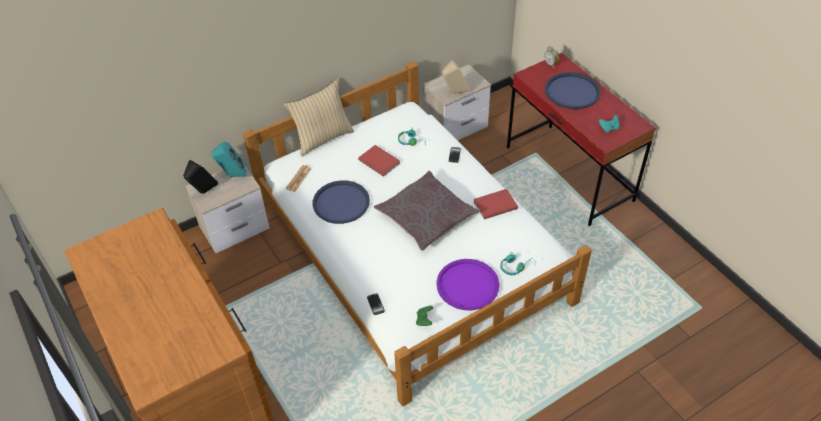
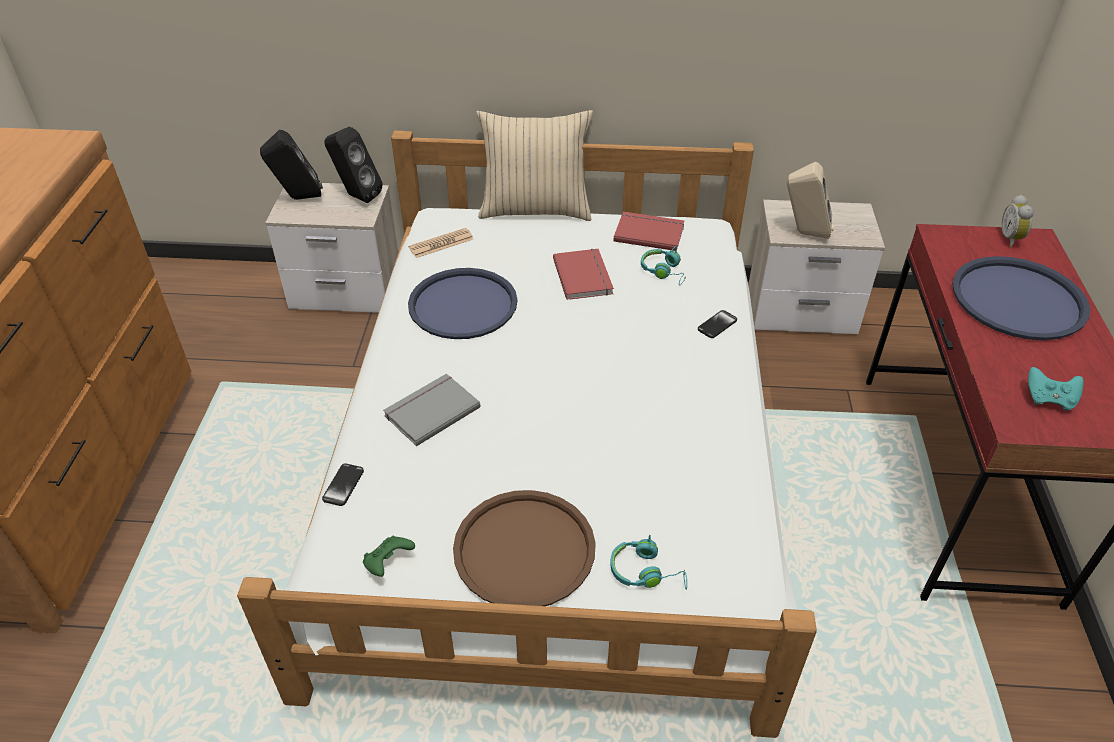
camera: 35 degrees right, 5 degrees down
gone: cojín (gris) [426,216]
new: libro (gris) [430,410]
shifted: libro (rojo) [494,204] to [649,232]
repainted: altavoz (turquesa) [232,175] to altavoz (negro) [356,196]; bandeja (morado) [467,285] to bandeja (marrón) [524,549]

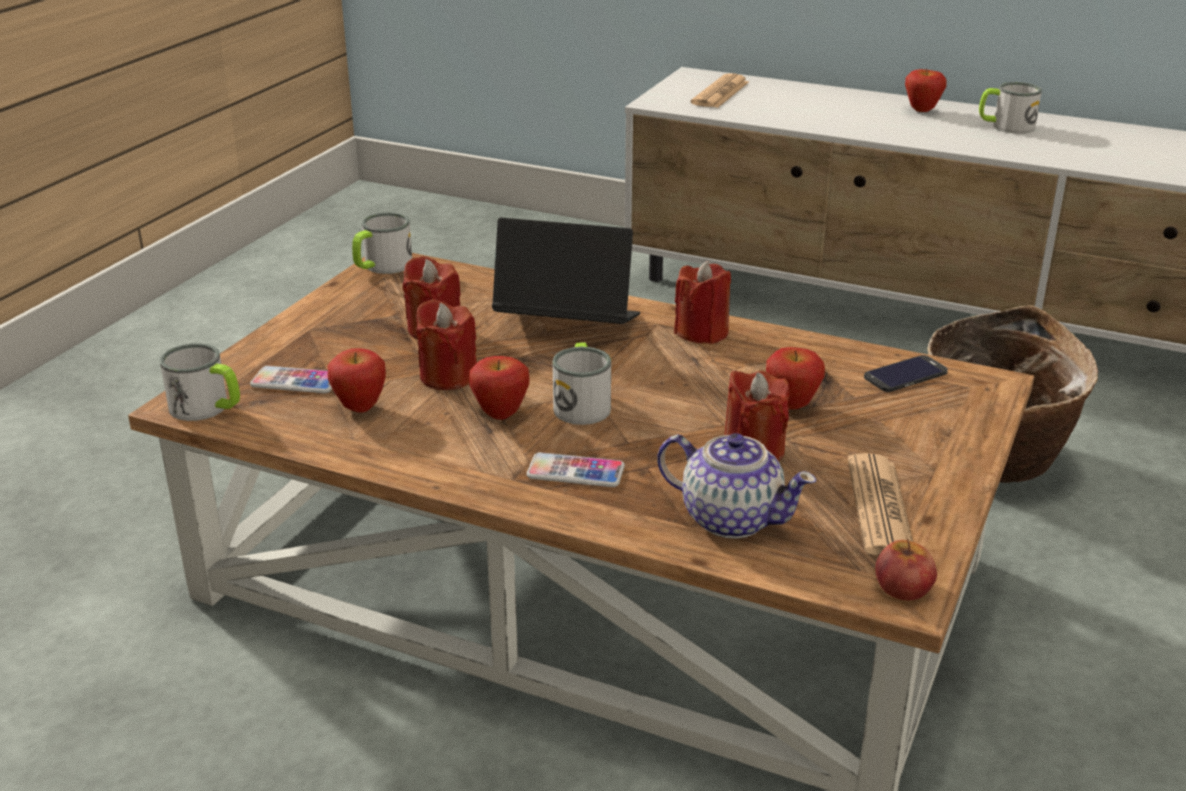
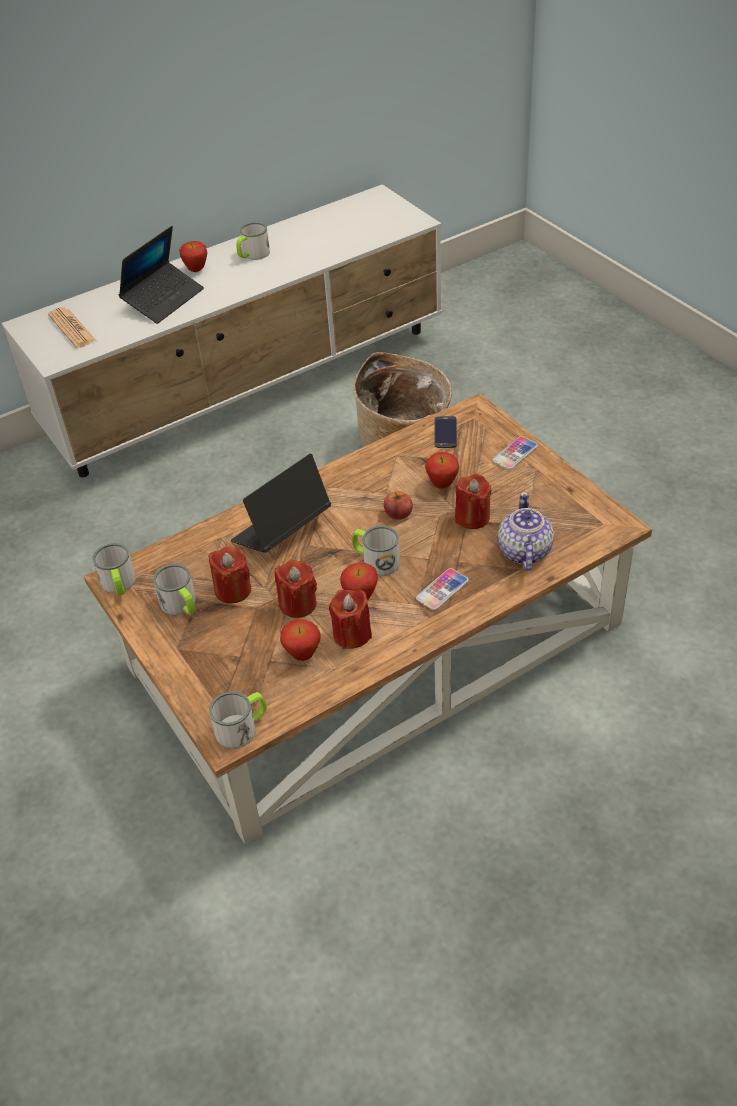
camera: 55 degrees left, 15 degrees up
gone: periódico [879,507]
new: portátil [163,299]; taza grande [181,605]
shifted: móvil [295,382] to [515,454]; vela (rojo) [702,332] to [352,634]; manzana [903,587] to [398,513]
rotated: tetera [730,518] = [524,552] 60 degrees counterclockwise

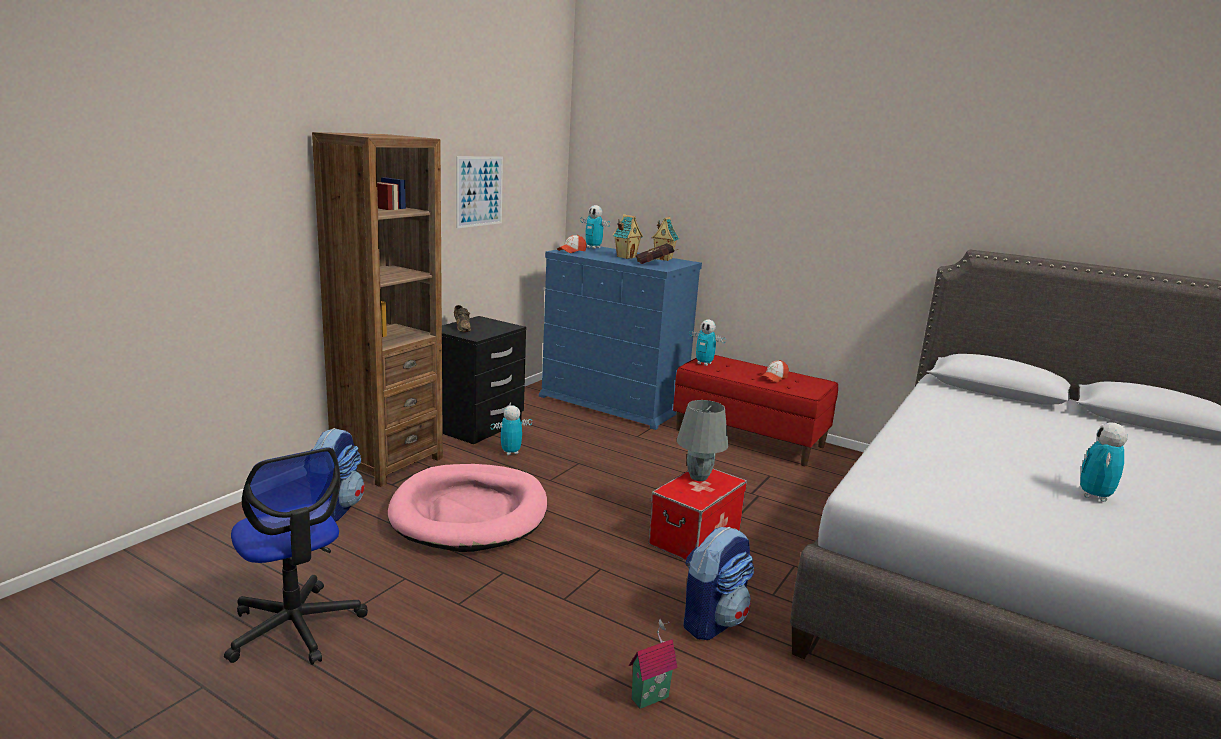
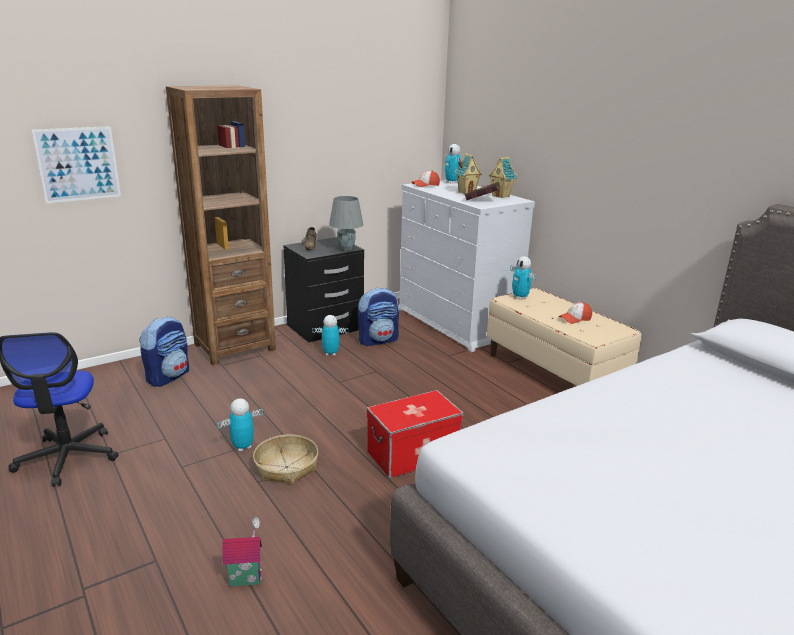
camera: 25 degrees right, 5 degrees up
gone: cama para perro (rosa) [470,512]
new: cesta [286,467]
shifted: cuadro [479,191] to [78,164]; lámpara de mesa (gris) [699,477] to [346,249]; mochila [712,620] to [378,340]; robot de juguete [1094,496] to [242,447]
repainted: cómoda (azul) [614,402] to cómoda (blanco) [457,322]; banco (rojo) [749,438] to banco (beis) [554,373]

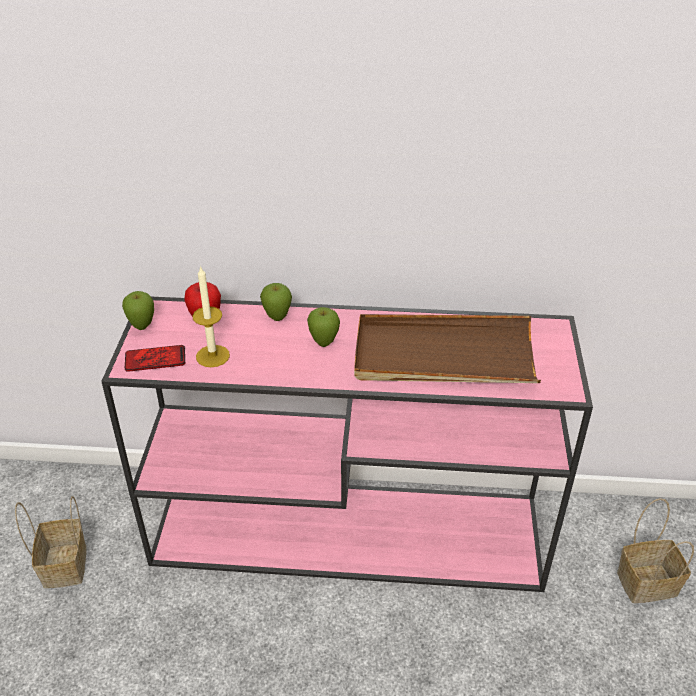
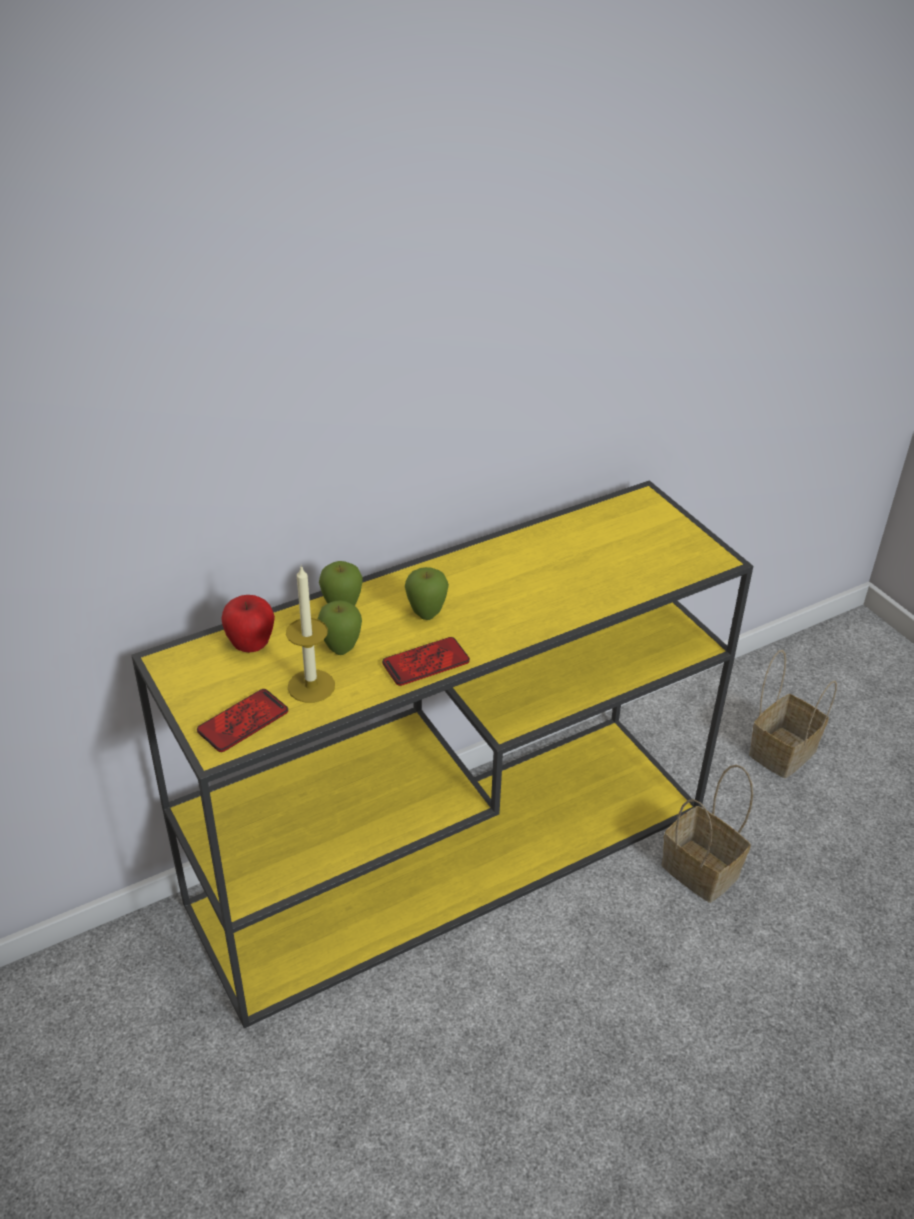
camera: 35 degrees left, 0 degrees up
gone: bandeja (marrón) [444,355]
new: móvil [426,662]
shifted: cesta [66,567] to [703,871]; manzana [142,327] to [341,650]
repainted: mesa consola (rosa) [352,530] to mesa consola (amarillo) [456,853]

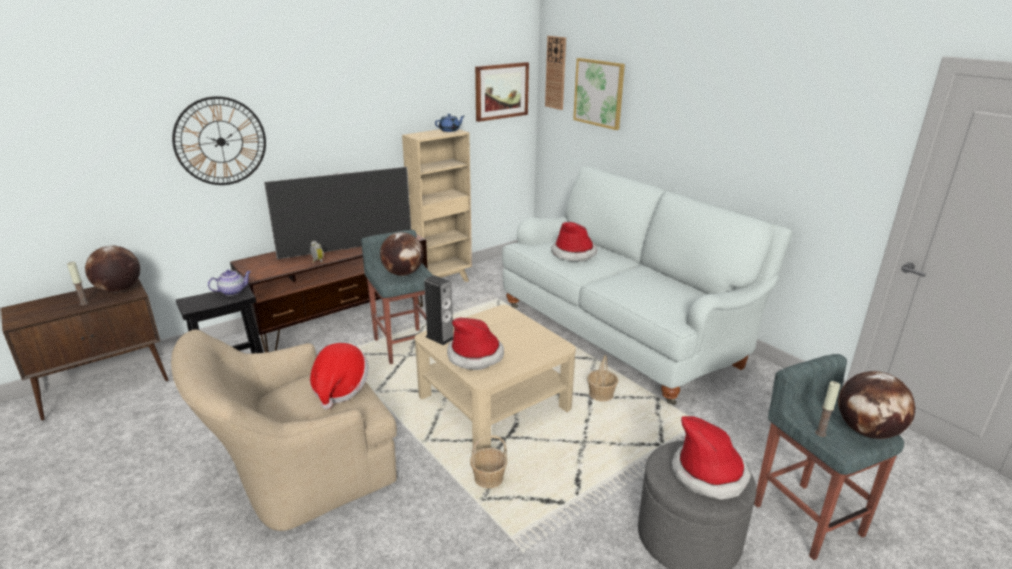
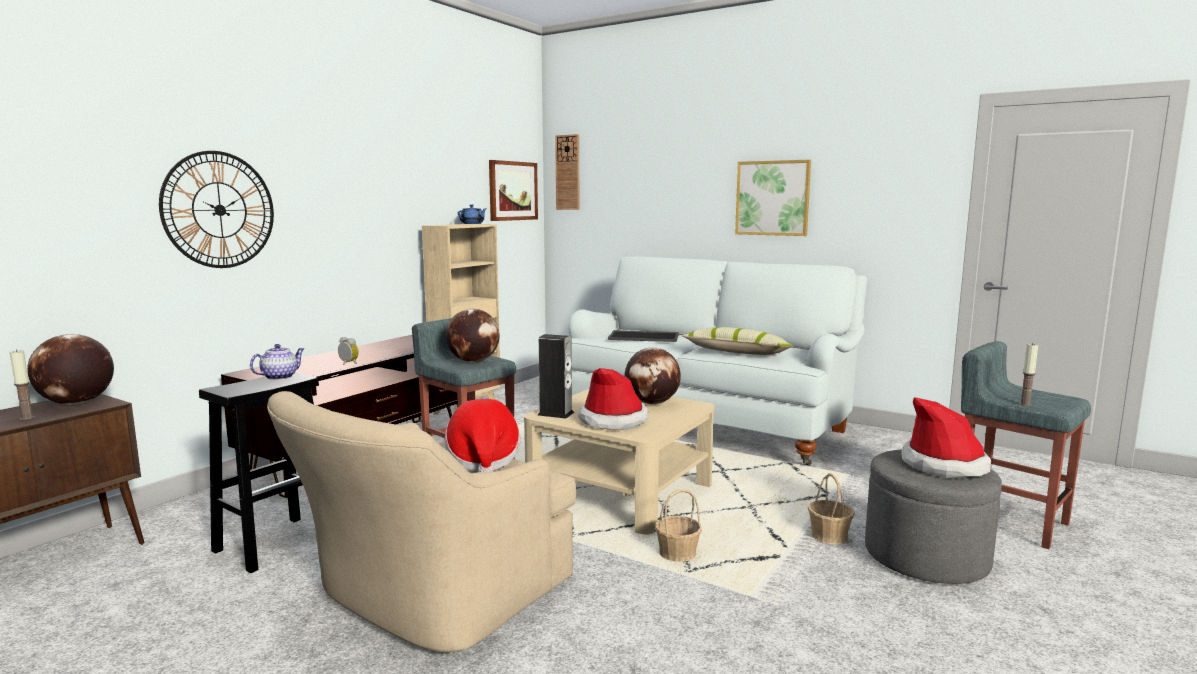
camera: 20 degrees left, 15 degrees down
gone: televisor [346,248]
new: cojín [736,353]
shifted: cuadro [599,93] to [772,198]; cesta [601,395] to [829,536]; globo terráqueo [867,431] to [652,403]
swapped: sombrero [573,253] to bandeja [644,336]

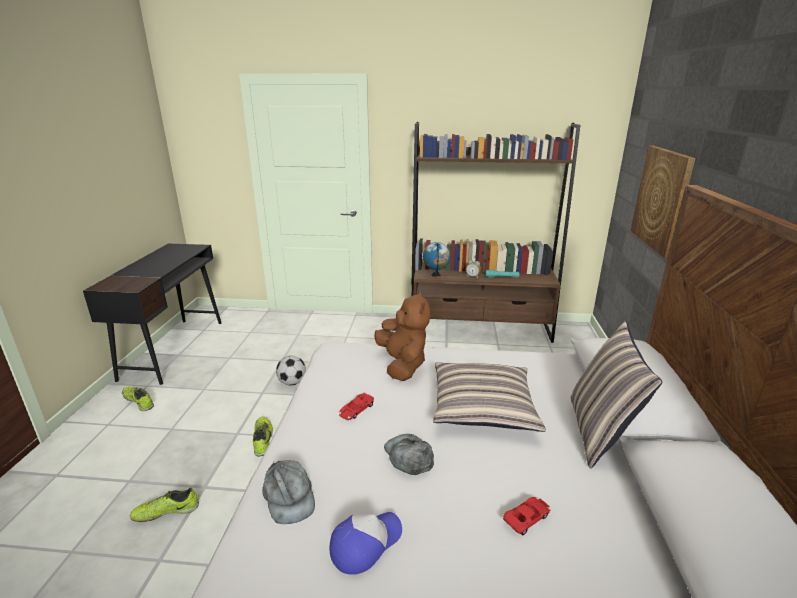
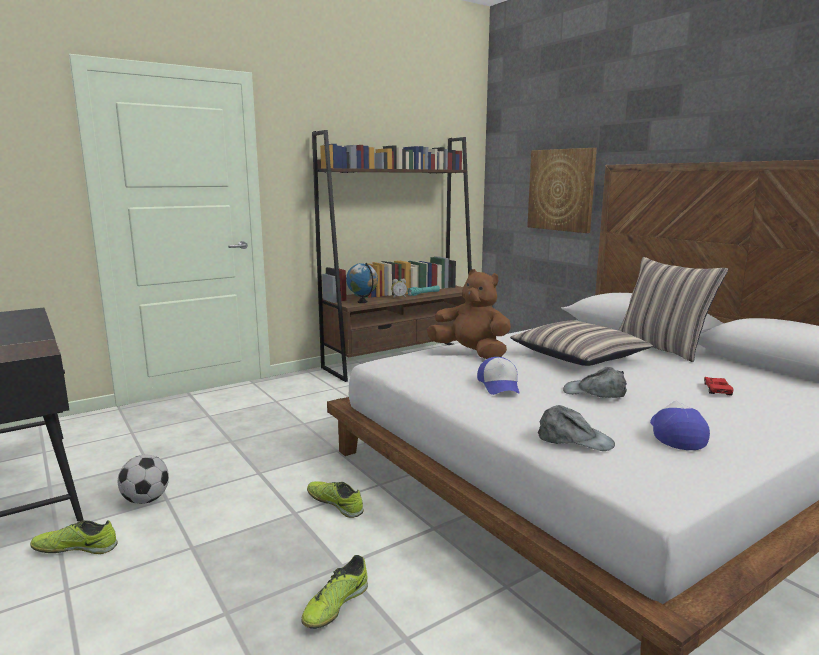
camera: 40 degrees left, 10 degrees down
shifted: balón de fútbol [292,382] to [146,500]
swapped: coche de juguete (rojo) [356,410] to gorra [499,385]

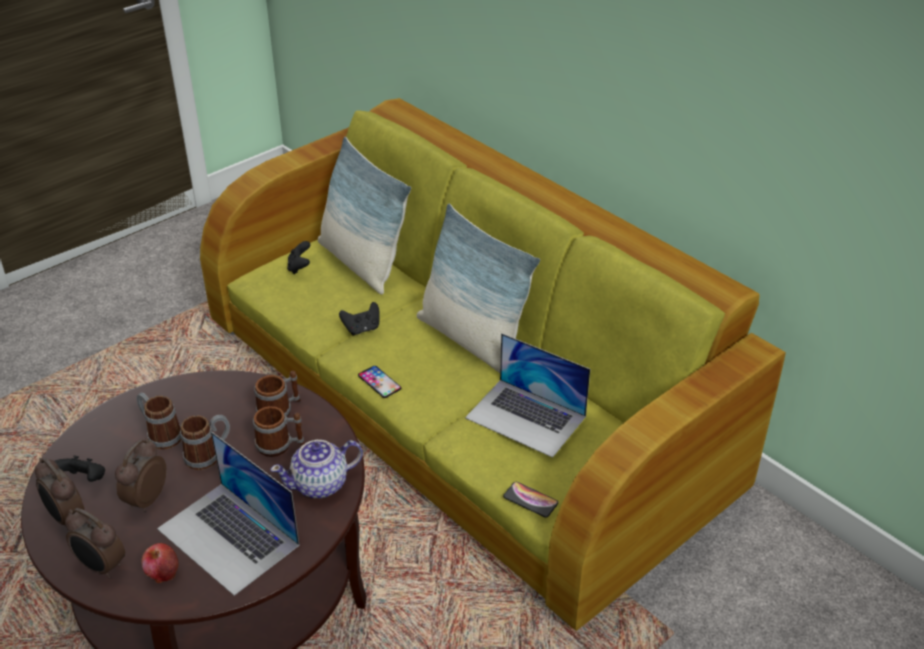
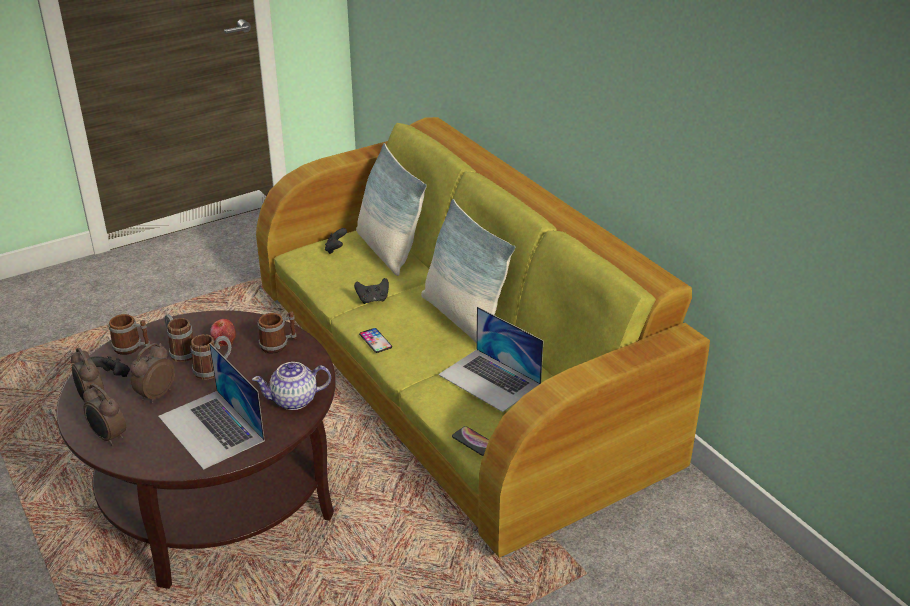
camera: 10 degrees right, 5 degrees down
shifted: manzana [162,572] to [224,341]; taza grande [280,446] to [132,348]

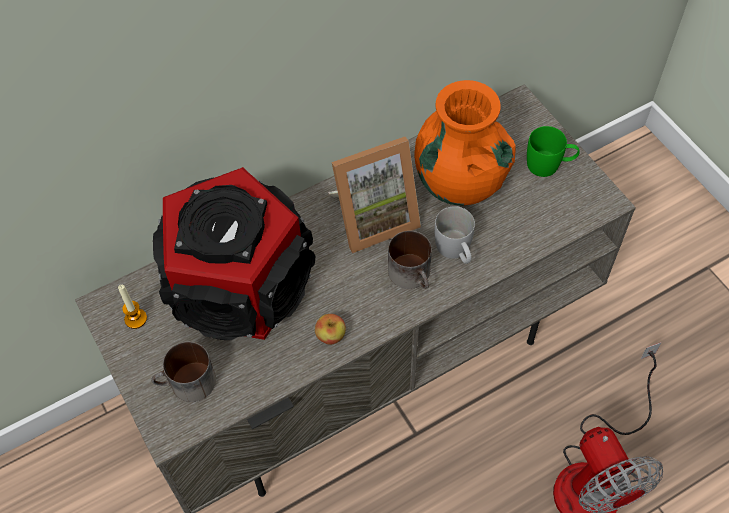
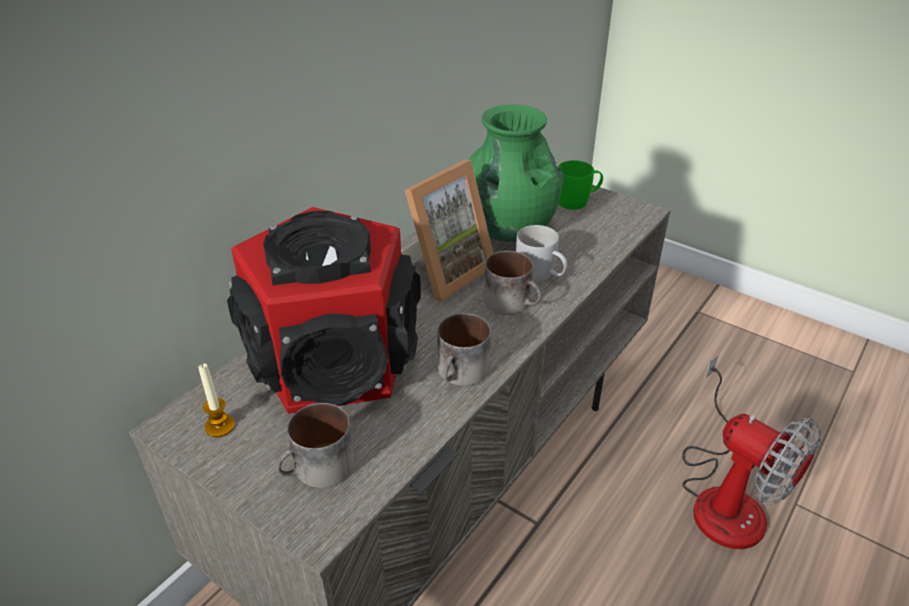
camera: 25 degrees left, 20 degrees down
swapped: manzana [331,335] to taza grande [462,374]
repainted: florero (naranja) [460,182] to florero (verde) [508,229]

